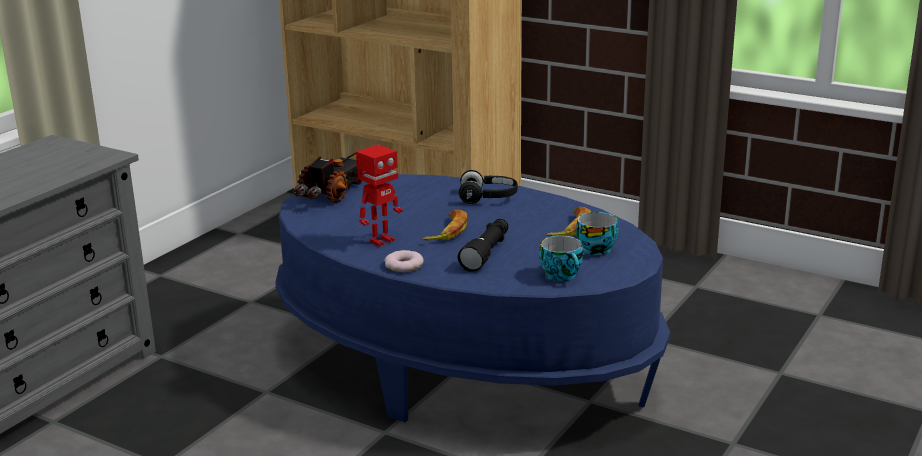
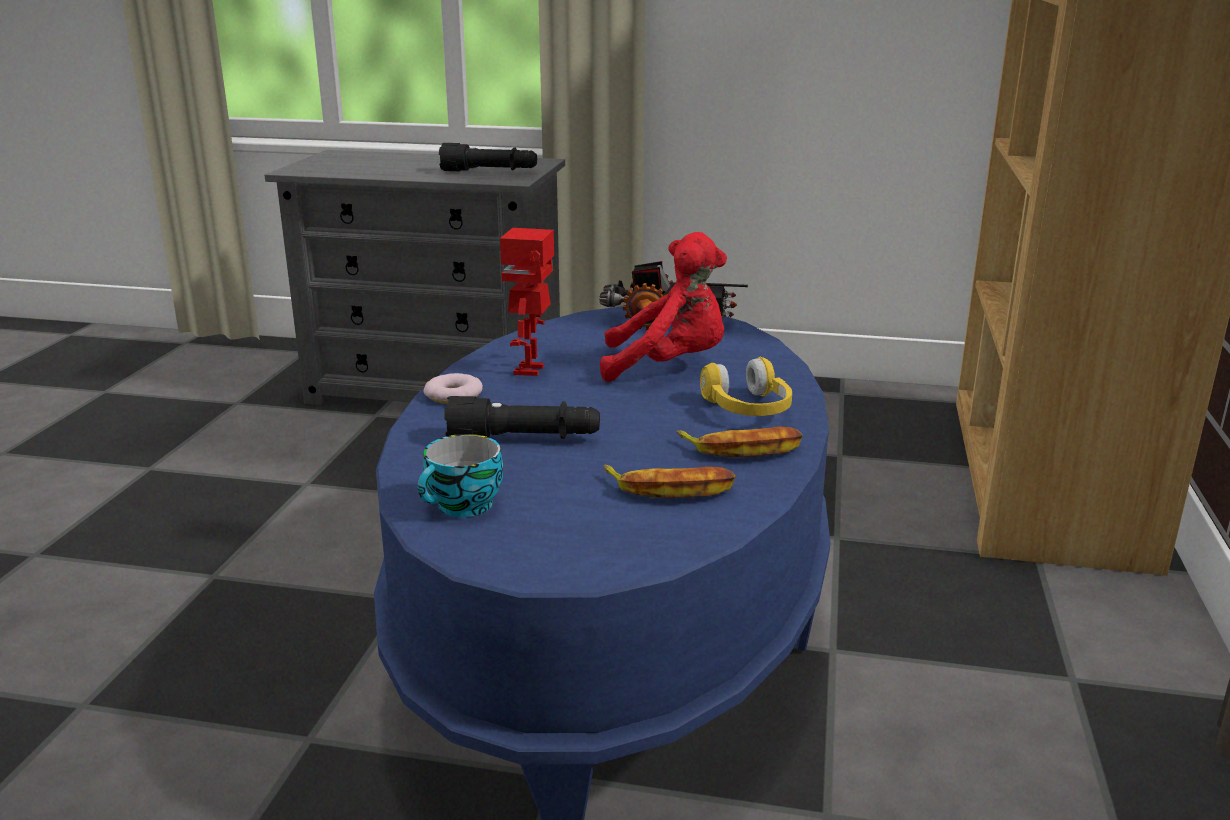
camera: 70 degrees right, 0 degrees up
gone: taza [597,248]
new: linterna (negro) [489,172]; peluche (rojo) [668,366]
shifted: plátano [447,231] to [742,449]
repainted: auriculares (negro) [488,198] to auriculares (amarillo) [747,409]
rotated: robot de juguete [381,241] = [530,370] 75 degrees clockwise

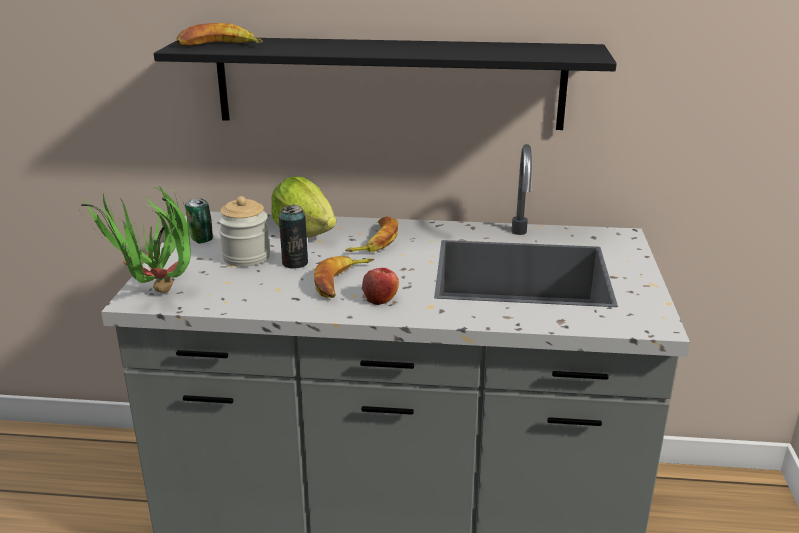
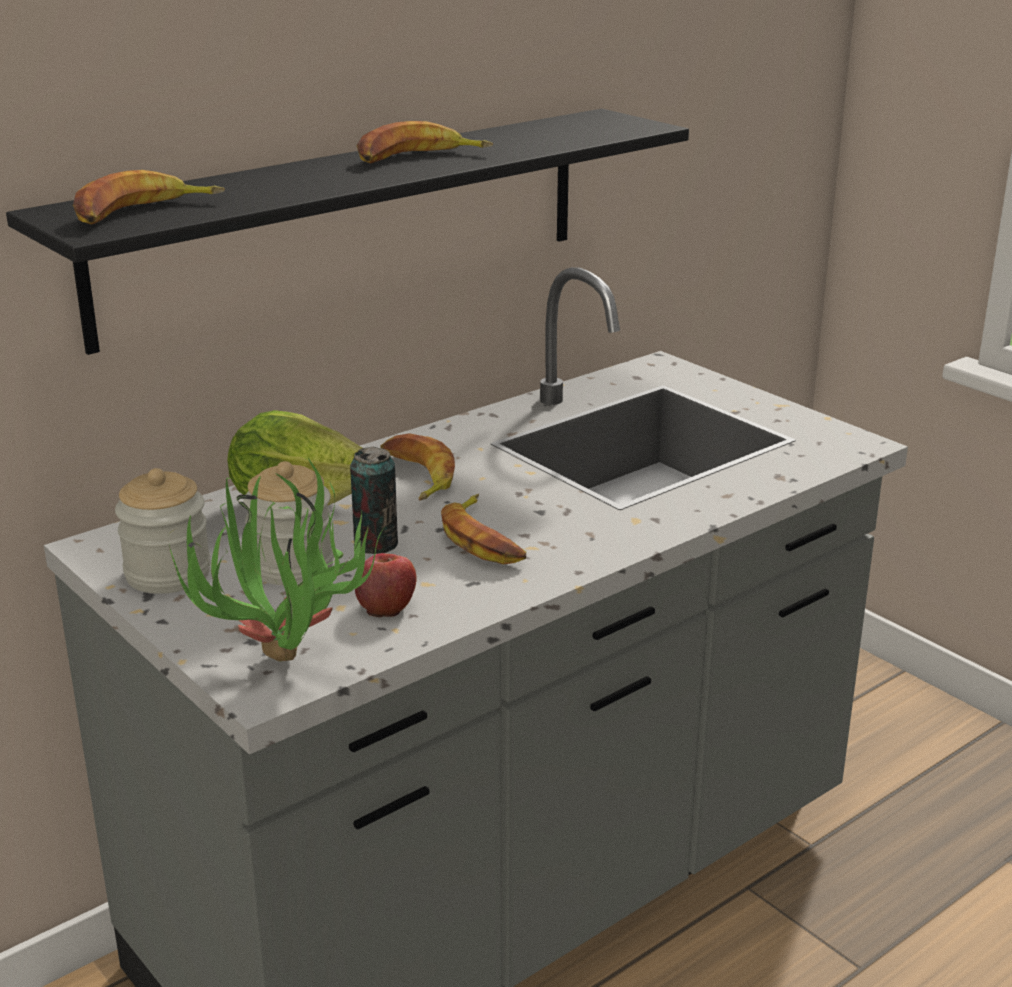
camera: 45 degrees left, 0 degrees up
new: plátano [418,158]
shifted: manzana [380,298] to [386,605]
swapped: lata [201,239] to tarro [168,574]

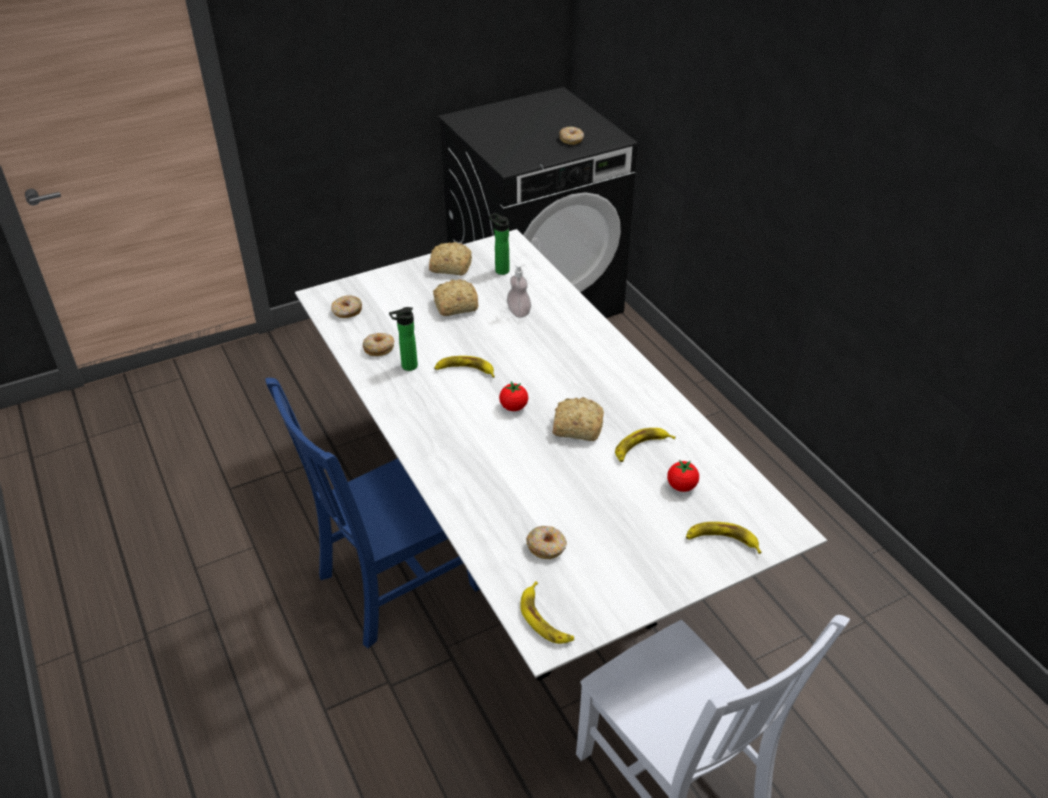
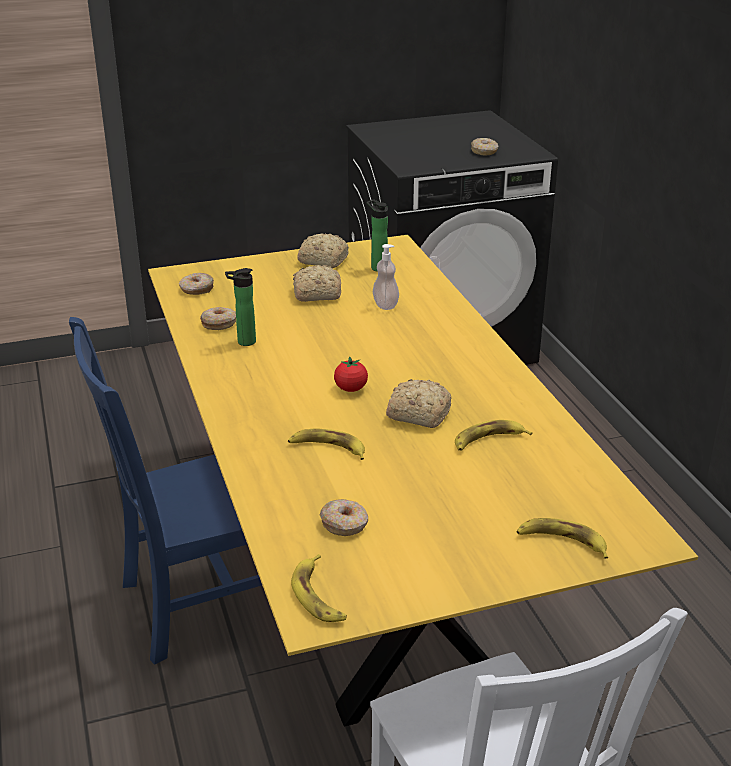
camera: 10 degrees right, 10 degrees down
gone: tomate [681,486]
shifted: plátano [465,370] to [328,448]
repainted: mesa de comedor (blanco) [524,543] to mesa de comedor (amarillo) [365,578]

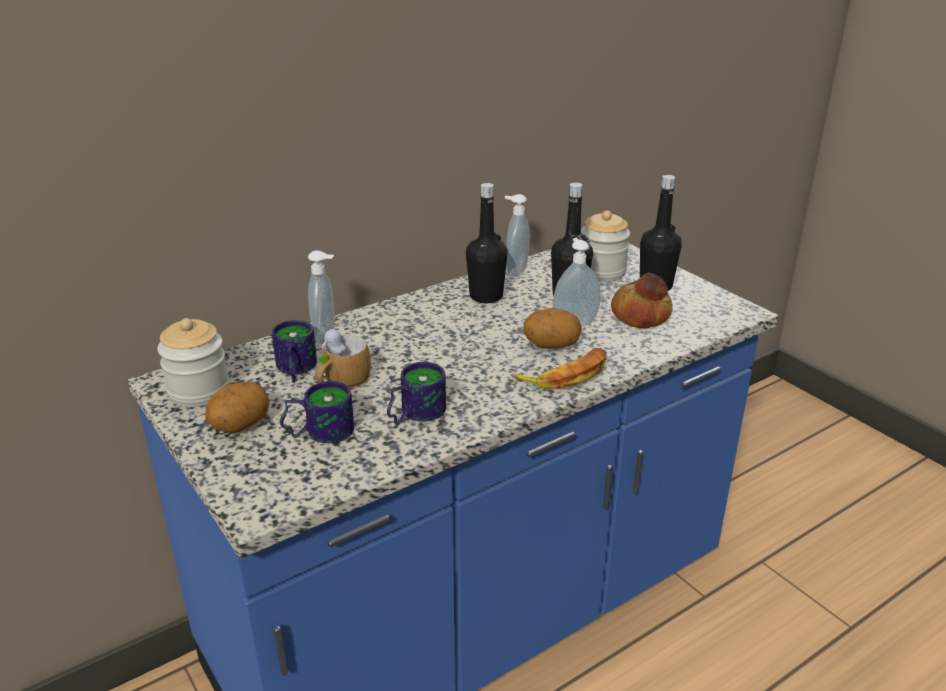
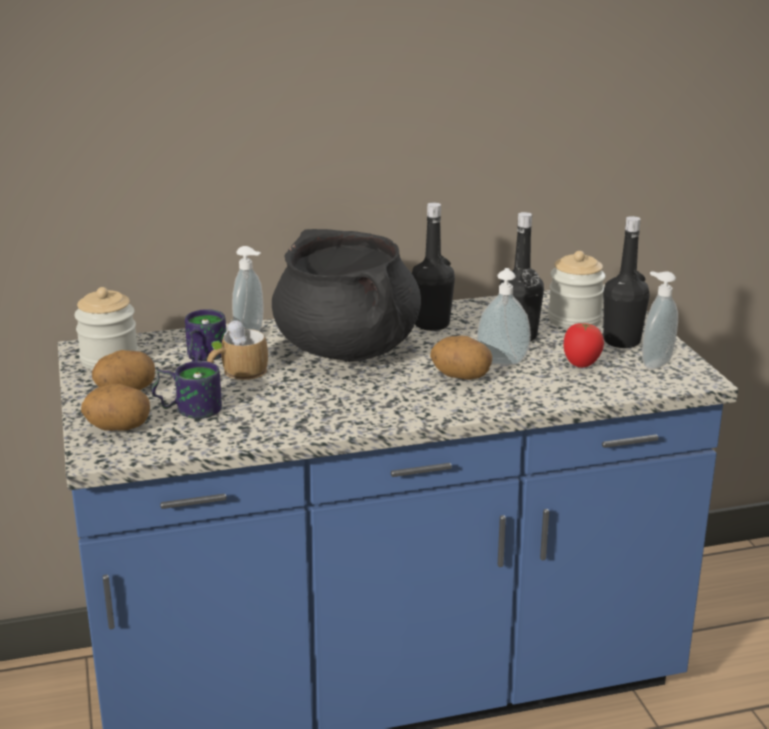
camera: 20 degrees right, 5 degrees down
gone: taza grande [413,414]; plátano [565,375]
new: patata [118,428]; olla (negro) [348,349]
shifted: dispensador de jabón [515,271] to [654,363]
swapped: pan [641,315] to tomate [581,365]

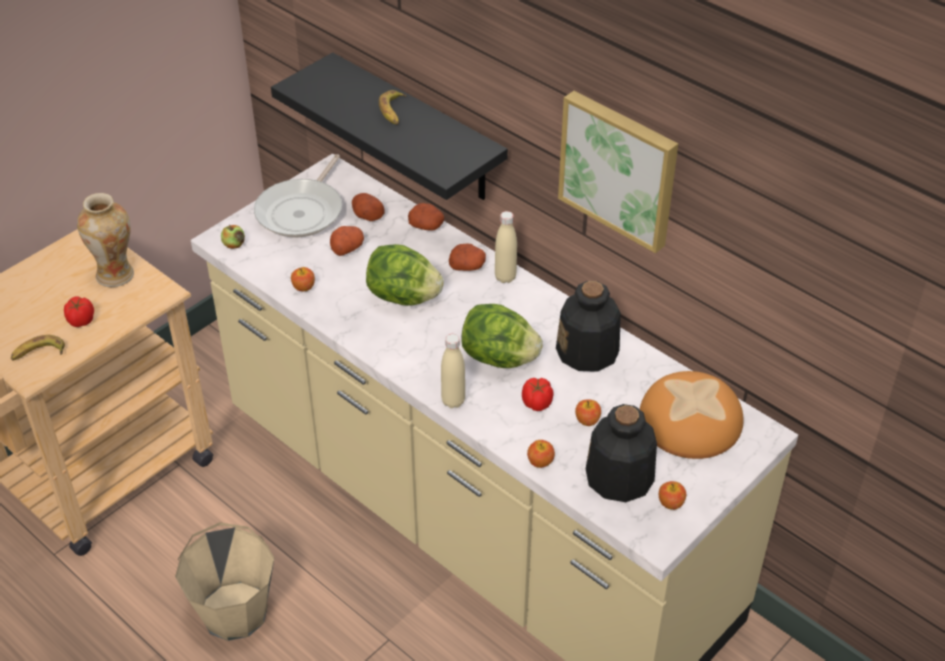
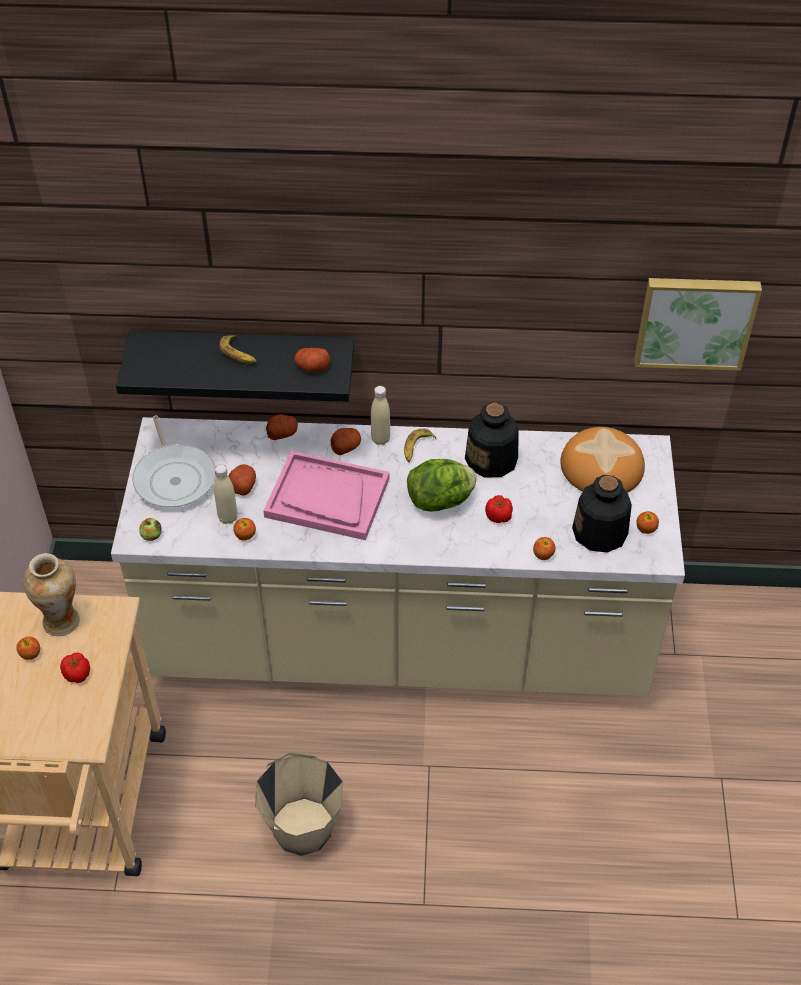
camera: 40 degrees left, 5 degrees up
shifted: plátano [38,353] to [417,448]; patata [367,215] to [312,367]; botella (beis) [453,401] to [228,517]; cuadro [620,168] to [695,320]; manzana [587,420] to [30,654]
swapped: lechuga [403,297] to bandeja (rosa) [327,498]

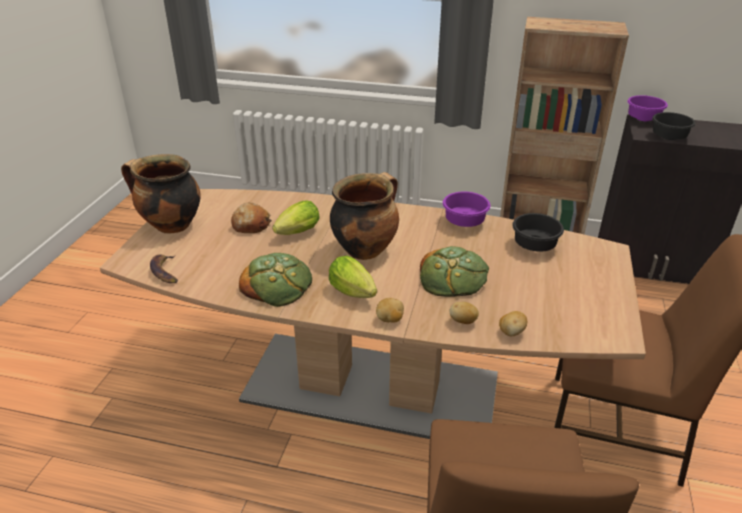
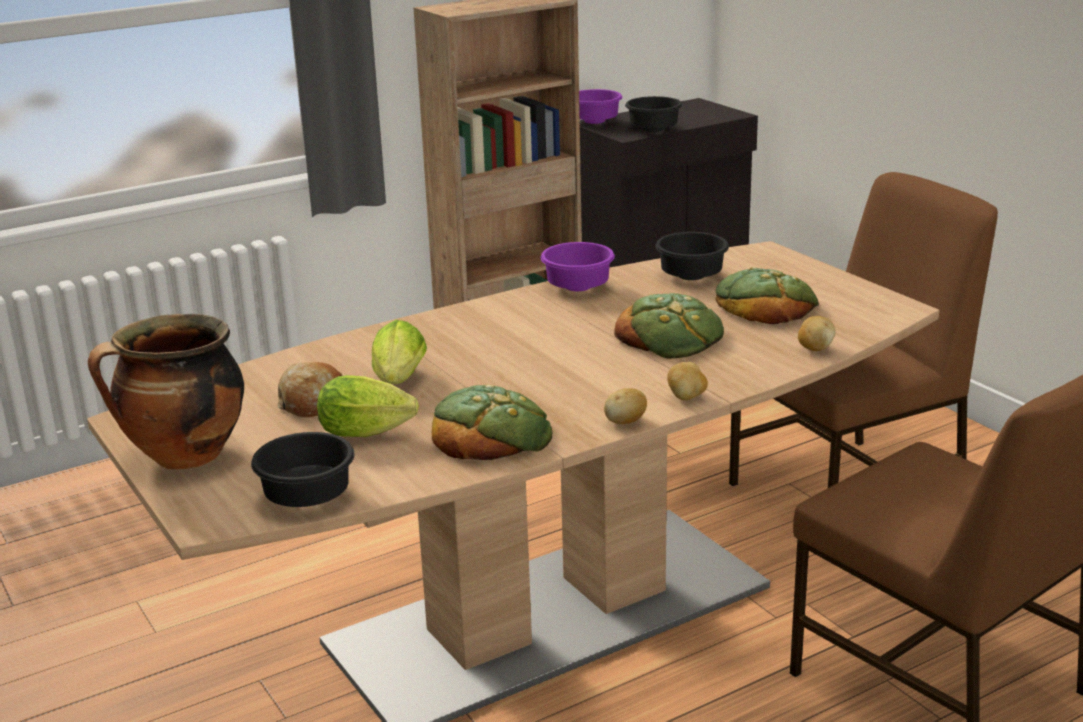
camera: 45 degrees left, 10 degrees down
gone: olla [365,249]
new: pan [765,306]
shifted: lechuga [355,294] to [371,433]; patata [463,321] to [625,422]
swapped: plátano [165,272] to cuenco (negro) [304,499]

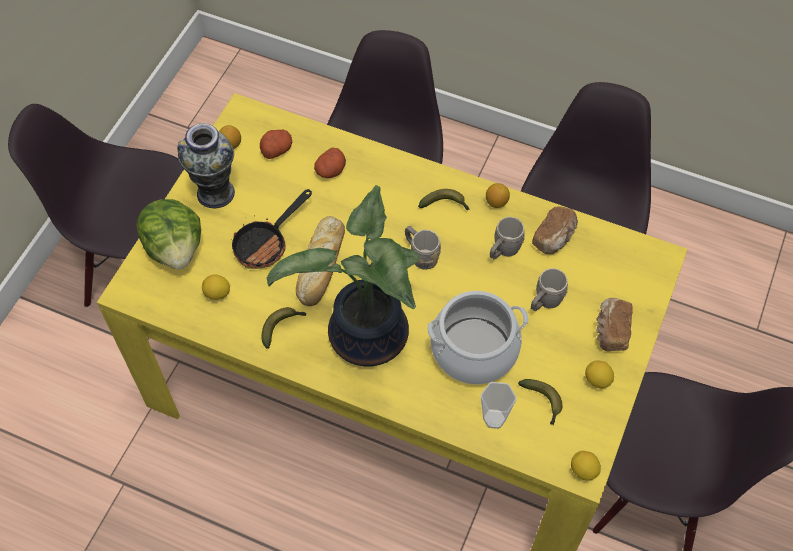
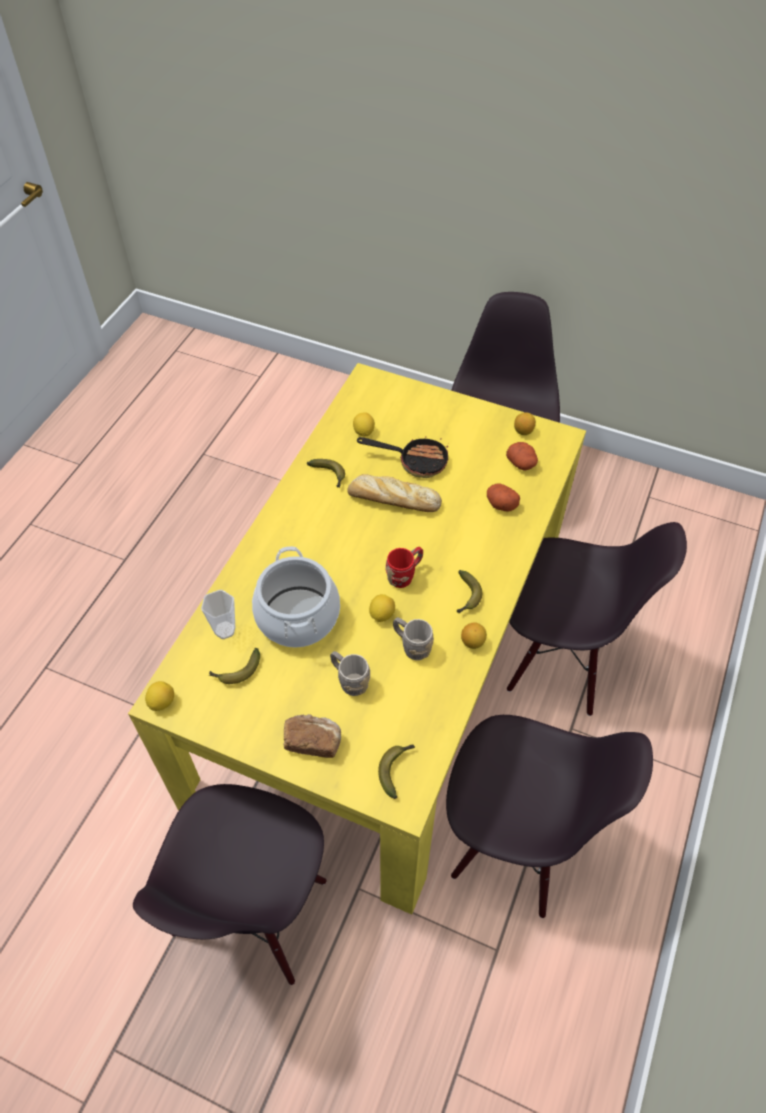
camera: 90 degrees right, 5 degrees down
gone: lechuga [175,248]; florero [215,193]; planta en maceta [366,339]; pan [555,238]
new: plátano [396,769]
shifted: limón [597,380] to [382,614]
repainted: taza grande (gris) [420,255] to taza grande (rojo) [404,575]
rotated: sartén [266,243] = [415,461] 150 degrees clockwise

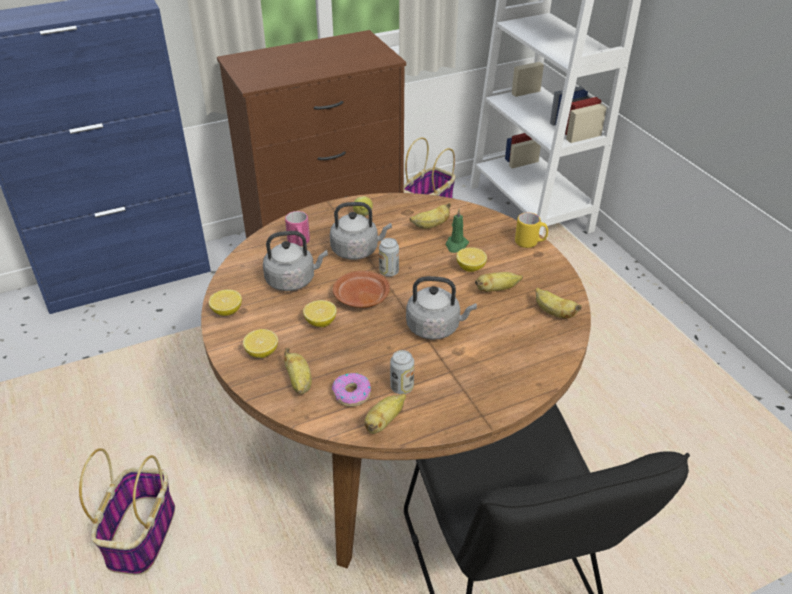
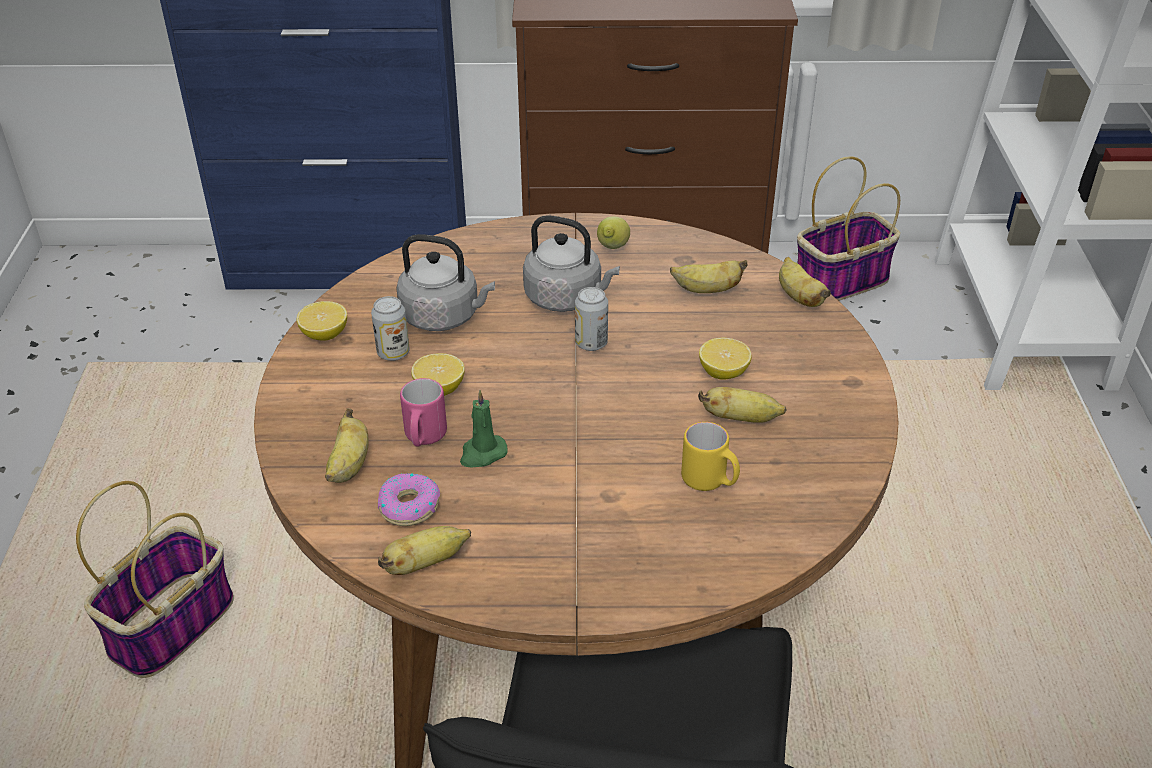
camera: 25 degrees right, 0 degrees up
gone: limón [262,352]; plato (marrón) [361,297]; hervidor (gris) [436,327]
shifted: taza grande (rosa) [299,243] to [424,438]; lata [402,387] to [393,353]; vela (verde) [456,245] to [482,453]; taza grande (amarillo) [530,243] to [710,481]; plátano [553,312] to [798,297]

